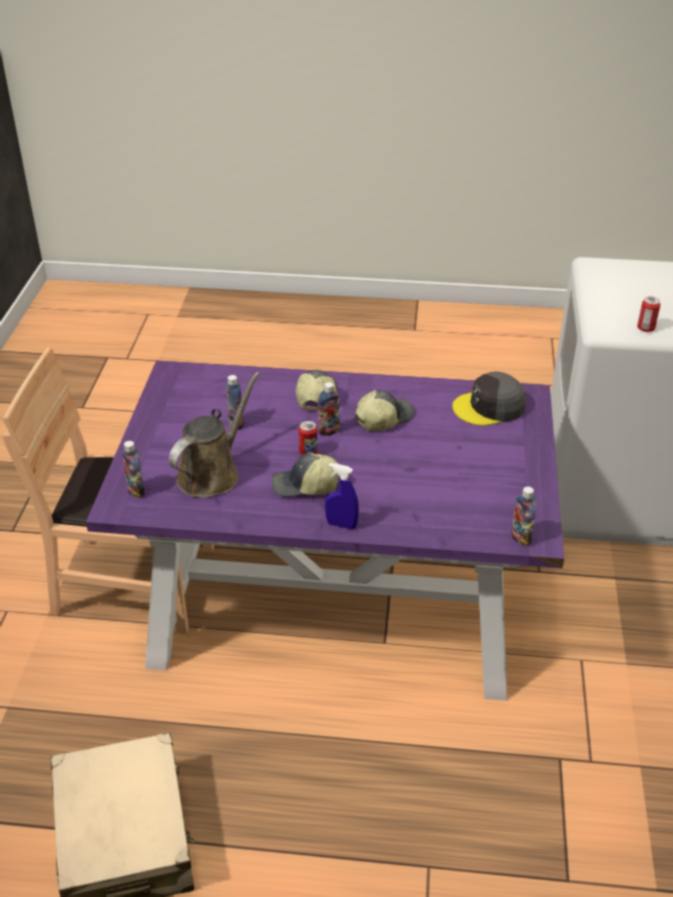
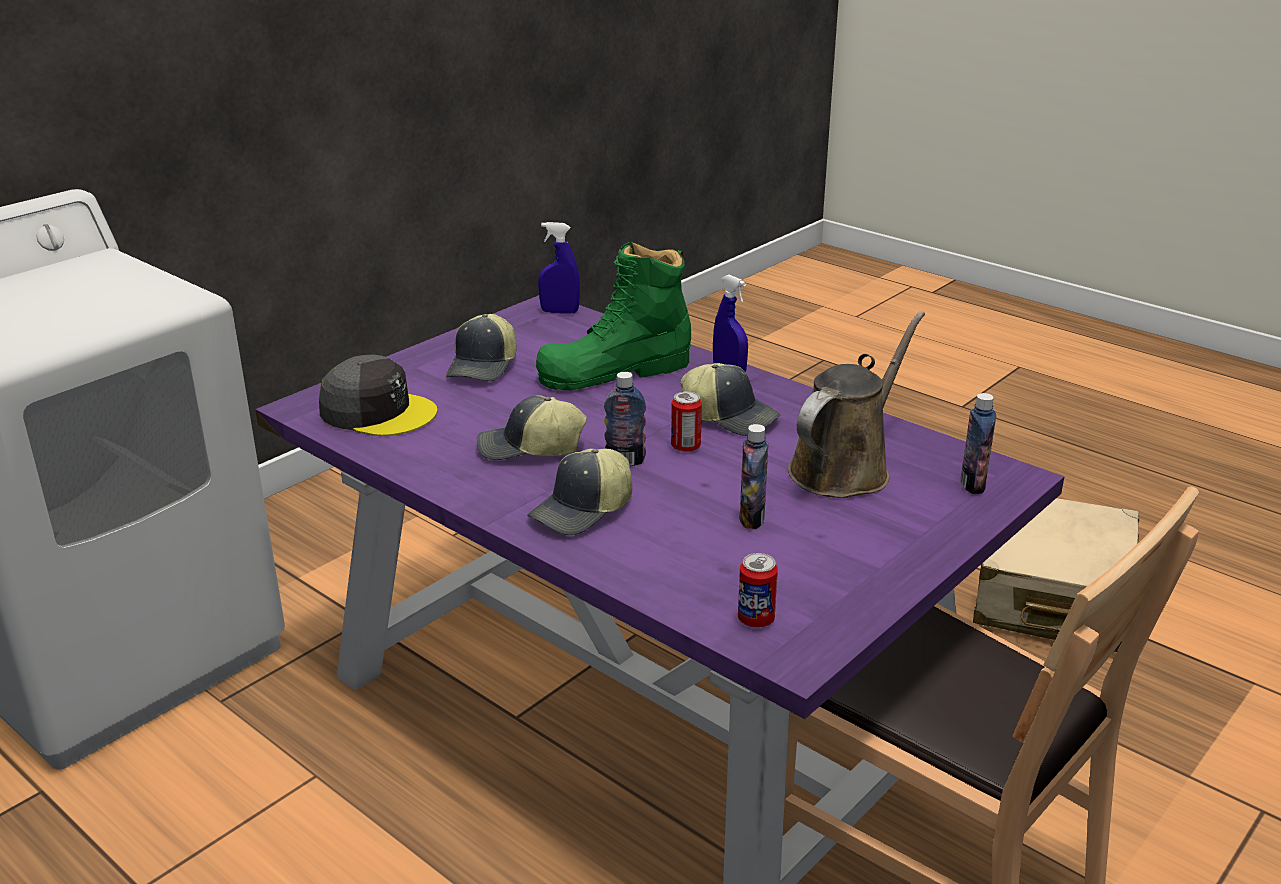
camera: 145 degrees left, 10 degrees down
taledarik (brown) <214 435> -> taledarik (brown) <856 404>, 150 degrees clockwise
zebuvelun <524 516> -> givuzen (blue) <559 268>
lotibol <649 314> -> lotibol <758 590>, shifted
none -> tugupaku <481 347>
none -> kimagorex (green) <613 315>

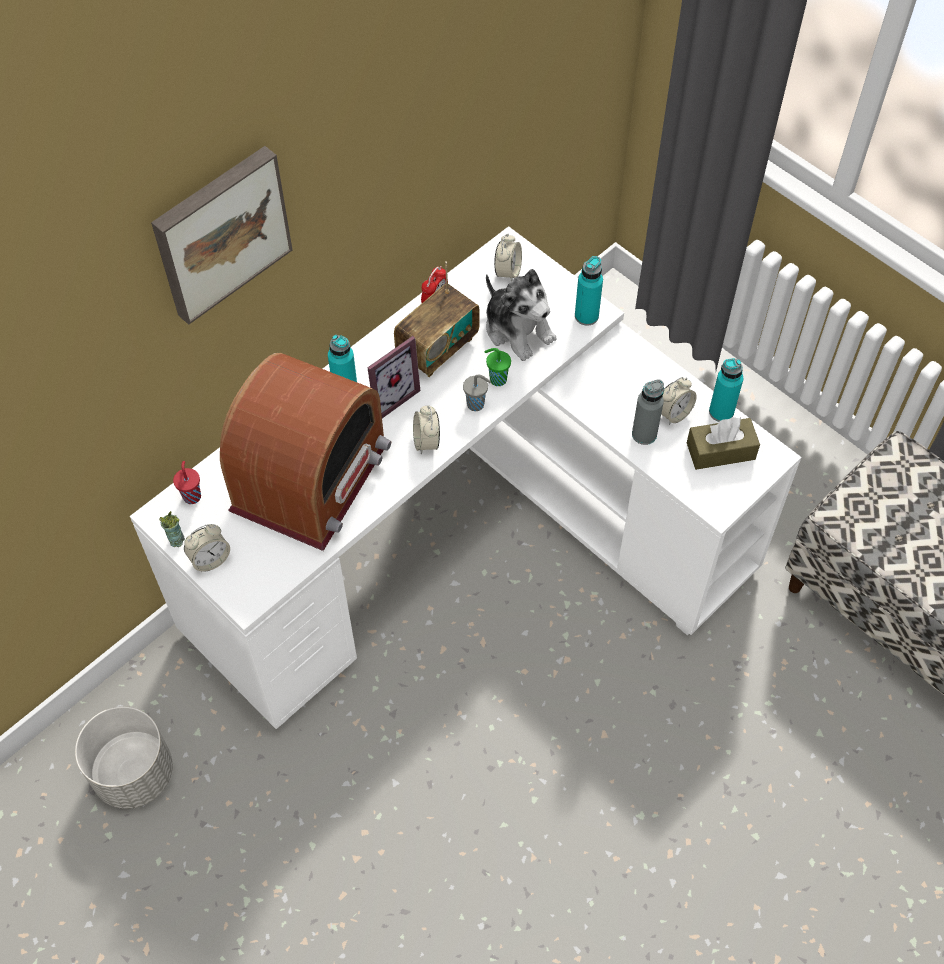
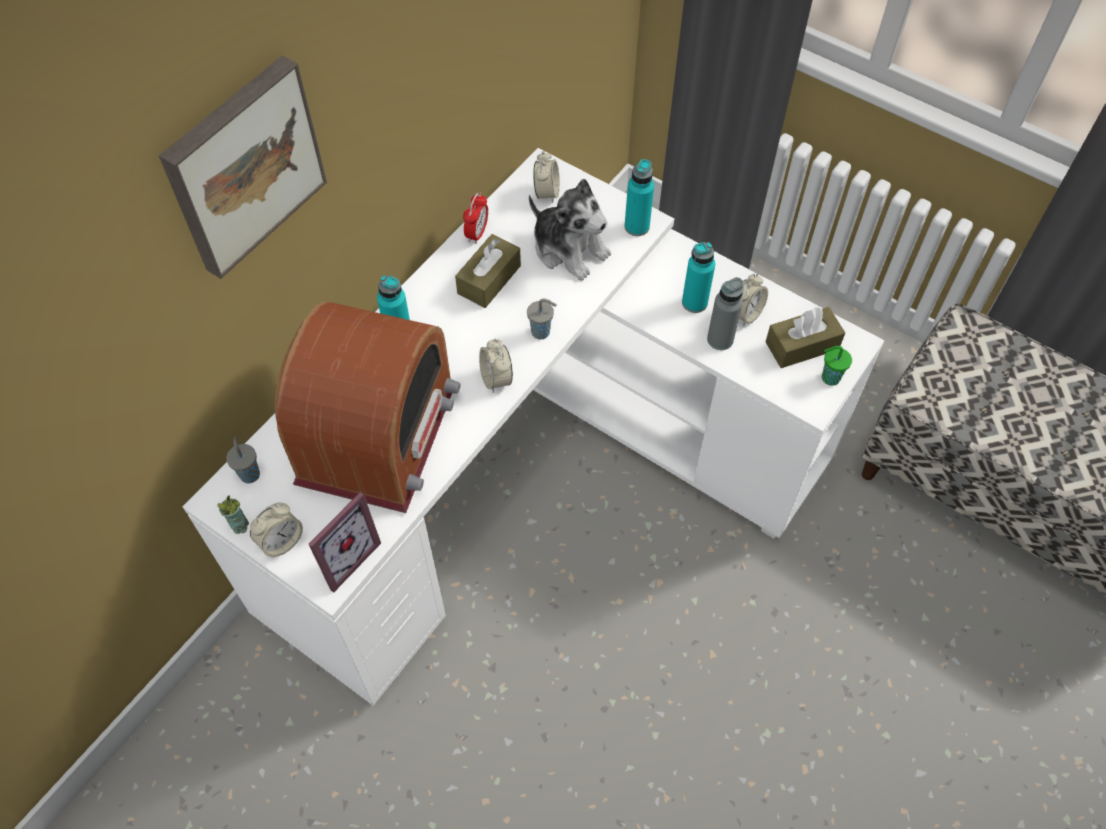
camera: 10 degrees left, 0 degrees up
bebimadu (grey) <124 757> -> none
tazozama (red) <187 482> -> tazozama (grey) <243 460>
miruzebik <394 377> -> miruzebik <345 542>, shifted
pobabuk <436 319> -> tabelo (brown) <488 271>
tazozama (green) <498 367> -> tazozama (green) <837 366>, shifted
zebuvelun (turquoise) <726 390> -> zebuvelun (turquoise) <698 277>, shifted

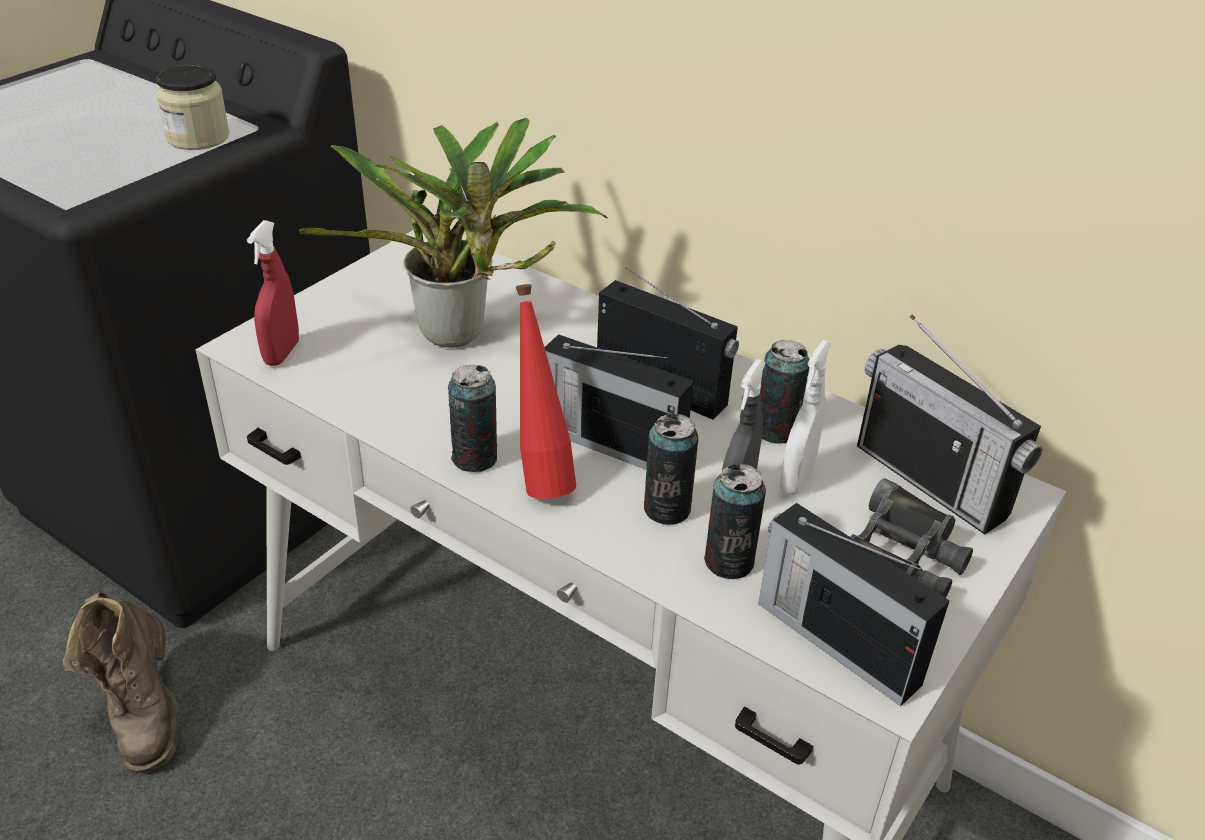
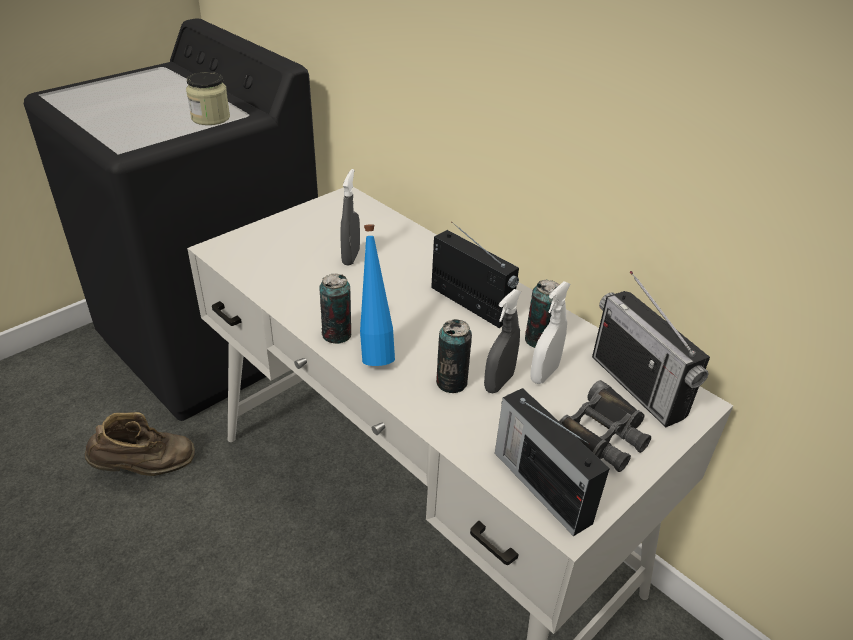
camera: 10 degrees right, 0 degrees up
kimagorex (brown) <121 683> -> kimagorex (brown) <140 444>, 105 degrees counterclockwise
givuzen (red) <273 293> -> none
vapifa <453 233> -> givuzen (grey) <350 217>
zebuvelun (red) <546 391> -> zebuvelun (blue) <377 295>
pobabuk <618 402> -> none
lotibol <735 521> -> none

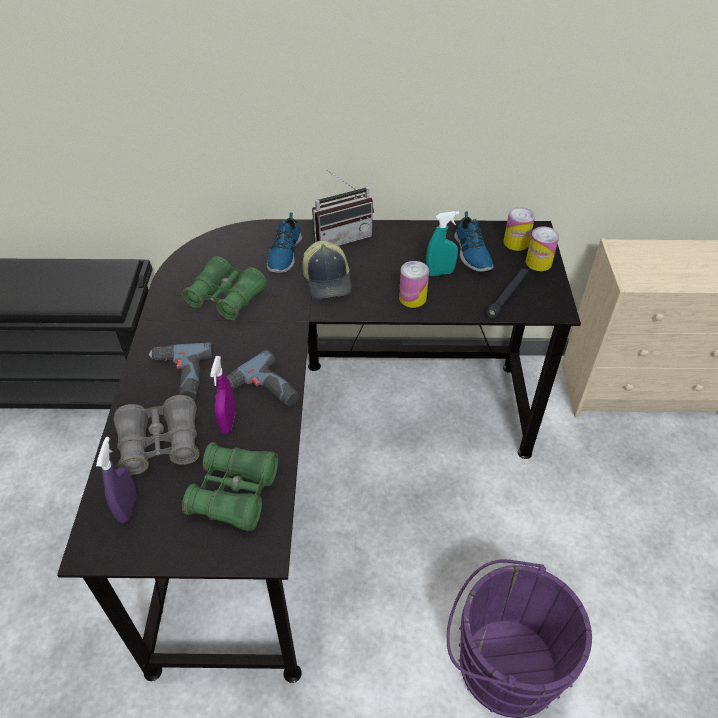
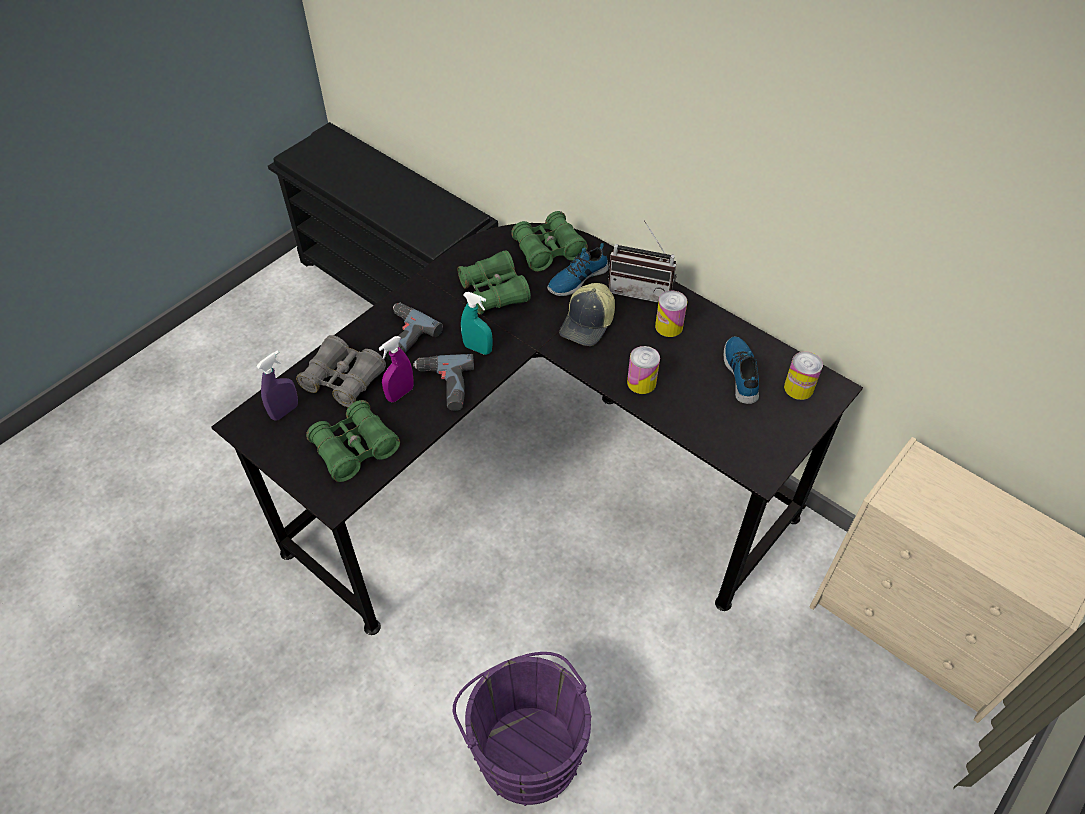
camera: 40 degrees right, 5 degrees up
givuzen (turquoise) <442 243> -> givuzen (turquoise) <477 323>, shifted
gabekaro <474 241> -> gabekaro <741 370>, 150 degrees clockwise
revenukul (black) <507 293> -> none
lotibol <542 248> -> lotibol <671 314>, shifted
none -> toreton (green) <549 241>

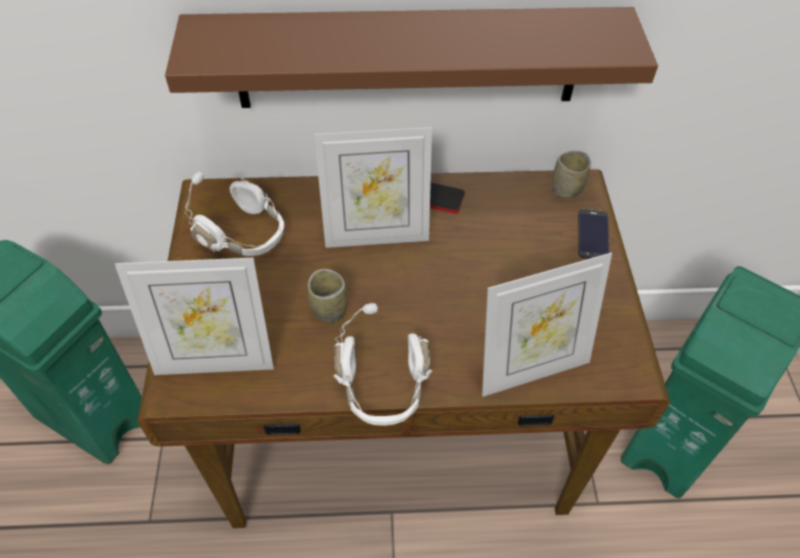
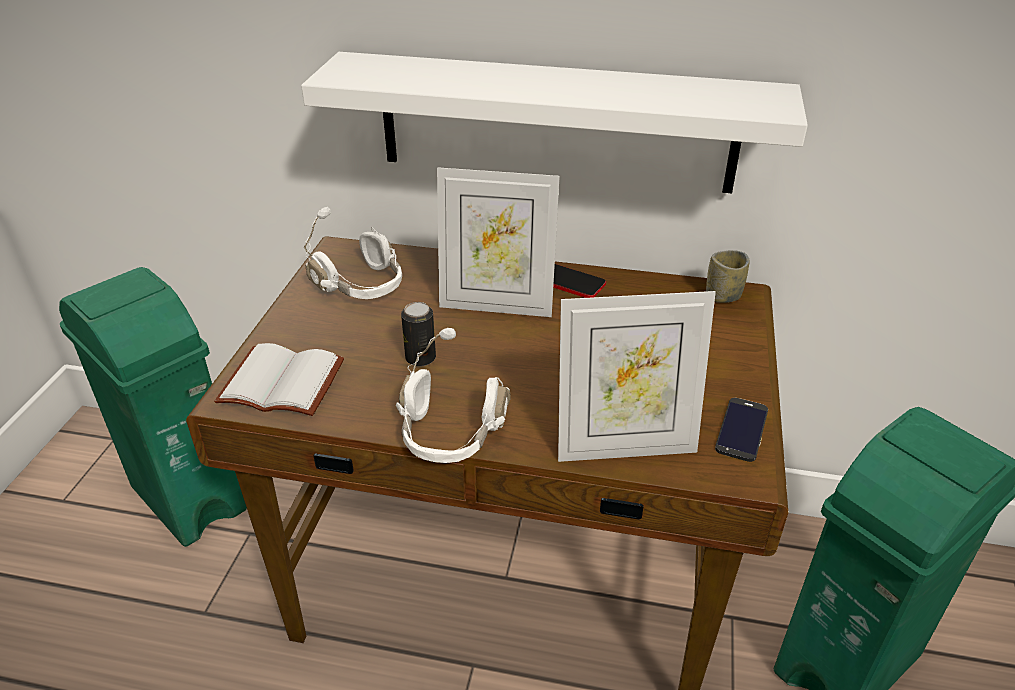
camera: 15 degrees right, 15 degrees down
miruzebik <194 316> -> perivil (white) <279 379>
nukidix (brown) <411 57> -> nukidix (white) <554 122>
tazozama <327 296> -> lotibol <418 334>
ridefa <593 234> -> ridefa <741 430>, shifted

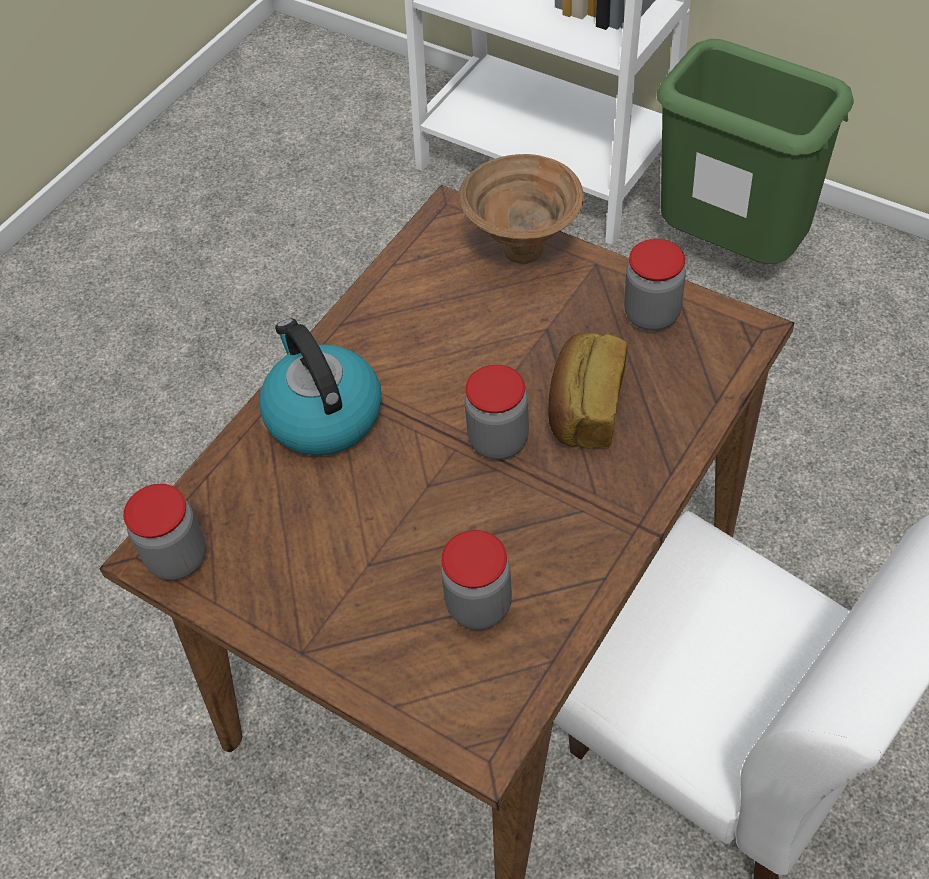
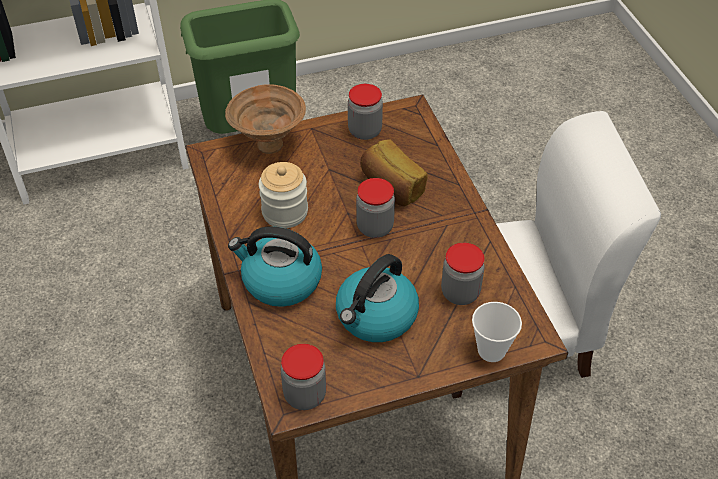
camera: 55 degrees left, 5 degrees down
none -> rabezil <283 195>
none -> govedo <377 298>
none -> tazozama <497 332>

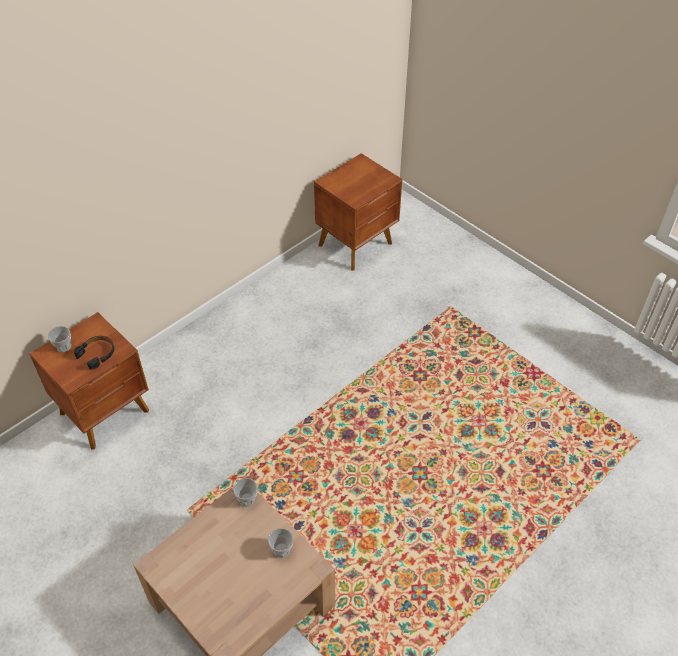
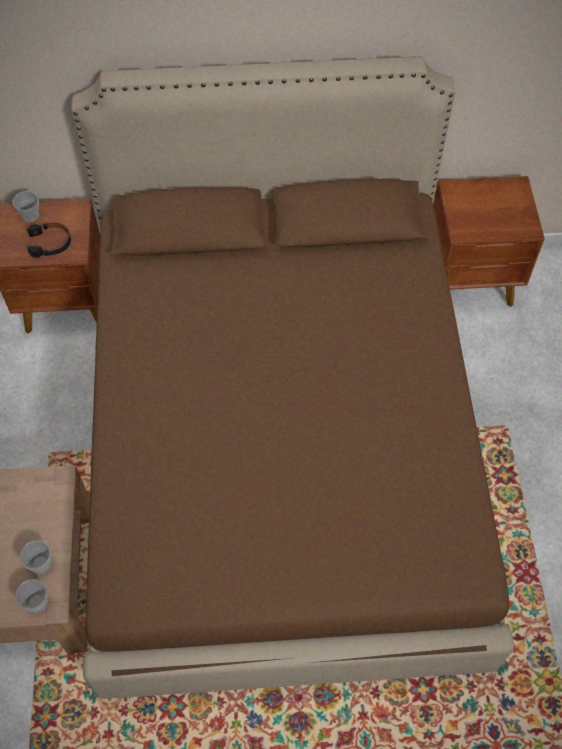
camera: 40 degrees right, 10 degrees up
tazozama <245 492> -> tazozama <31 596>, shifted
none -> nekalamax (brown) <292 377>

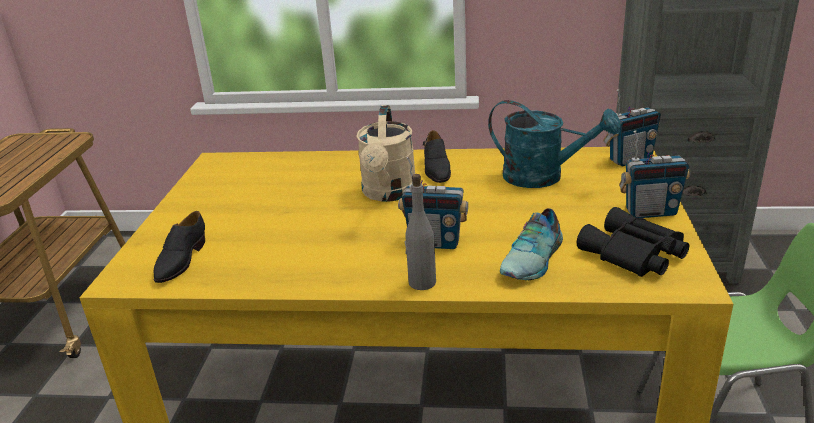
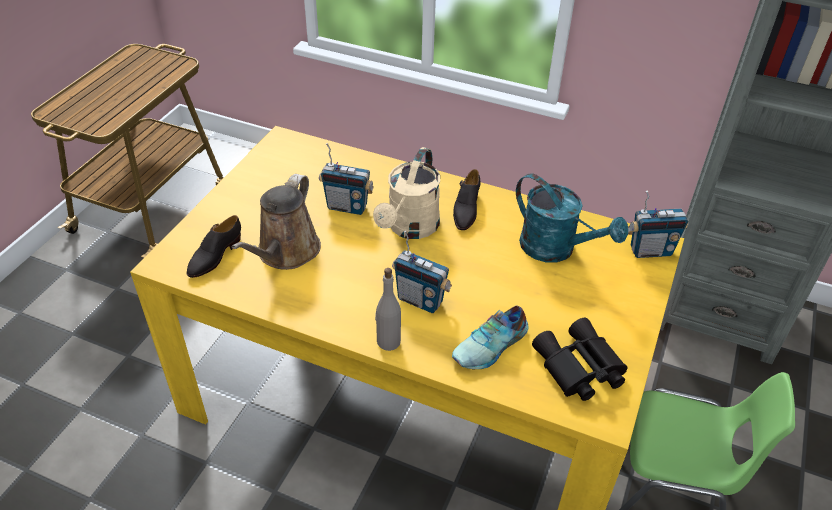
camera: 15 degrees right, 15 degrees up
pobabuk <655 174> -> pobabuk <346 179>, shifted
none -> taledarik (brown) <276 222>

